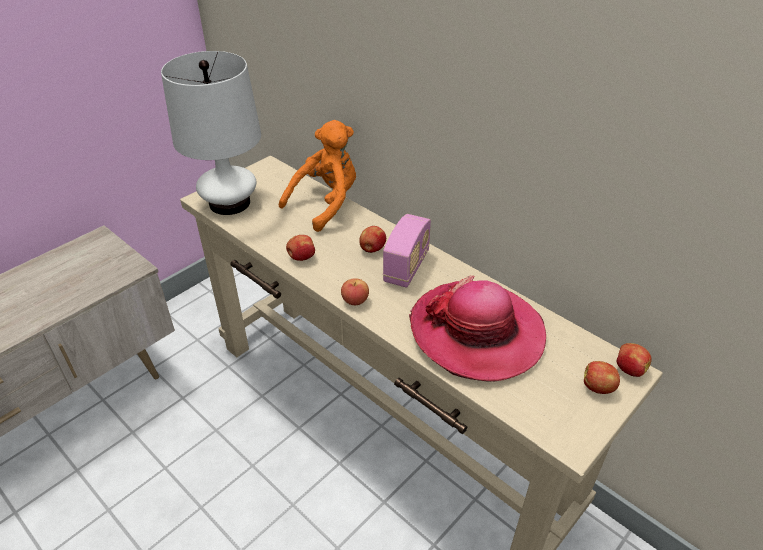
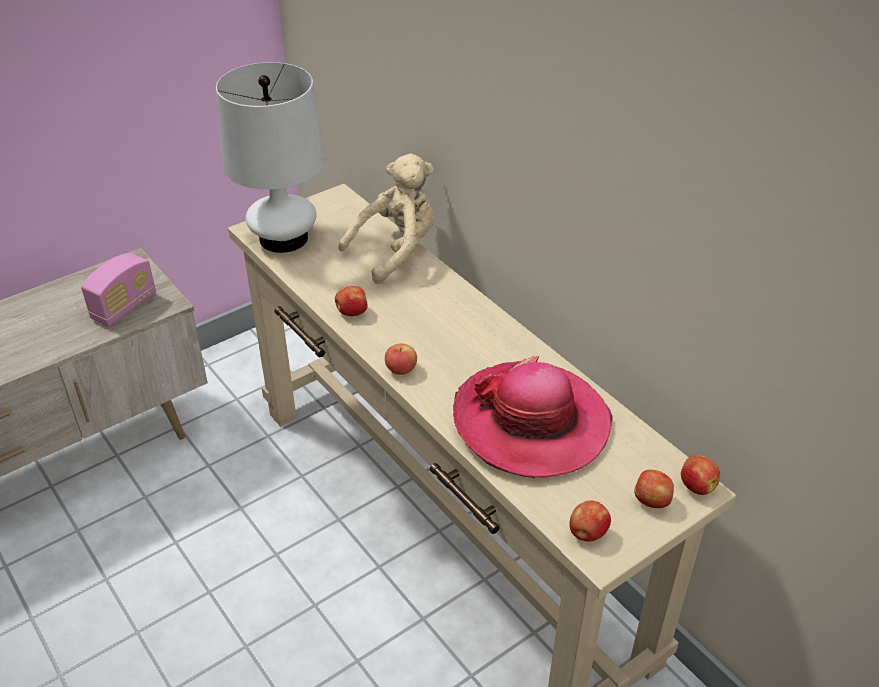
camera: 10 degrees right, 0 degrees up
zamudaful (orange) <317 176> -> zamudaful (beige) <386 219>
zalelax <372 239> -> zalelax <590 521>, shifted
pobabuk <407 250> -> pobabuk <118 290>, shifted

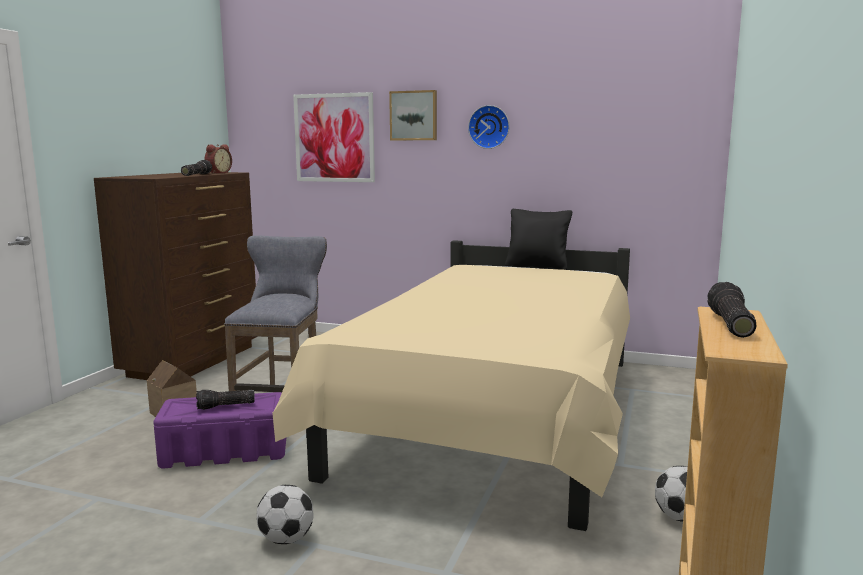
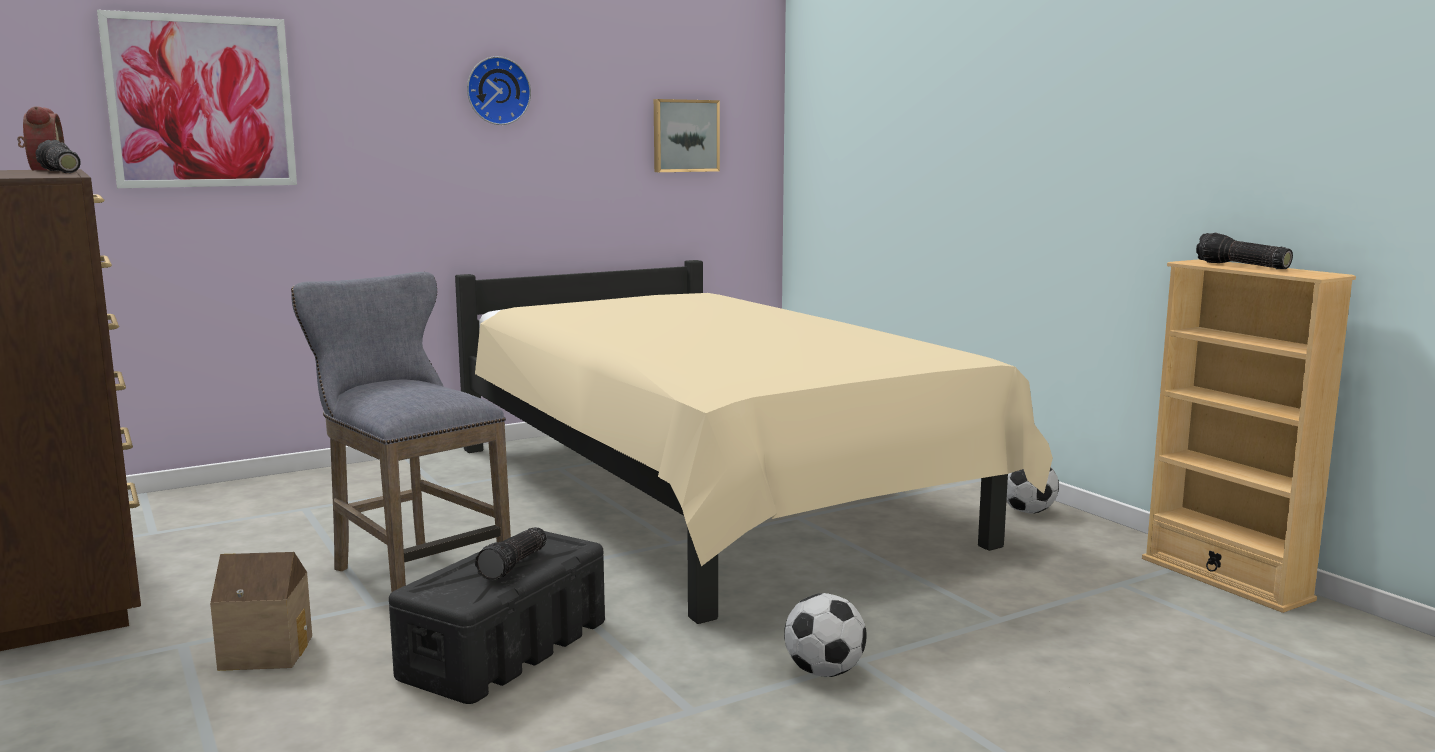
camera: 50 degrees left, 0 degrees up
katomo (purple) <219 430> -> katomo (black) <497 617>
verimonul <413 115> -> verimonul <687 135>, shifted
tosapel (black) <538 239> -> none

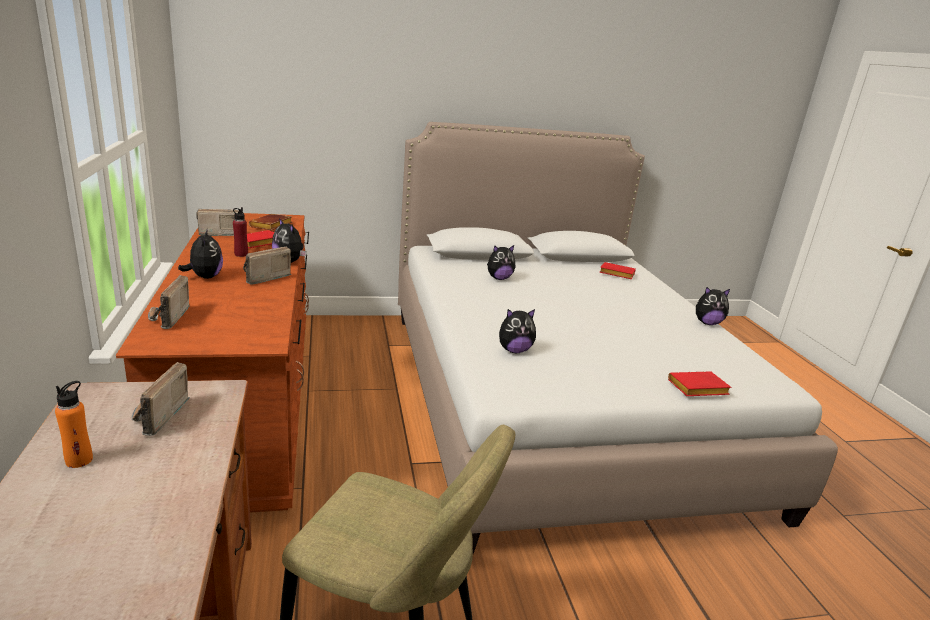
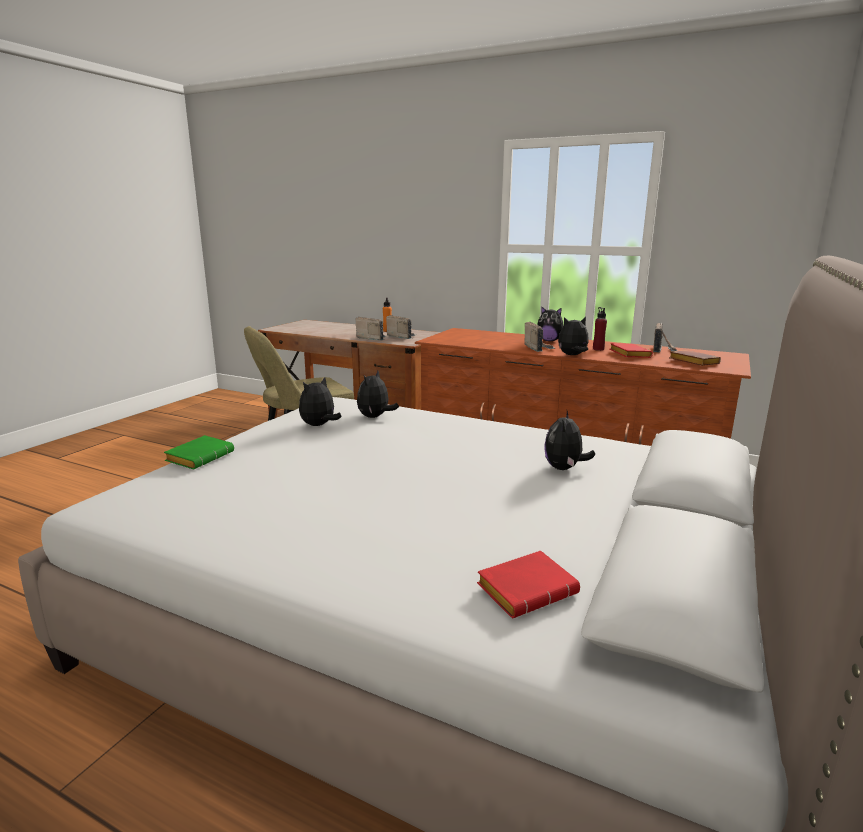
camera: 130 degrees right, 5 degrees down
pobabuk <169 302> -> pobabuk <371 329>, shifted
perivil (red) <699 383> -> perivil (green) <199 452>
zamudaful <713 306> -> zamudaful <320 401>, shifted

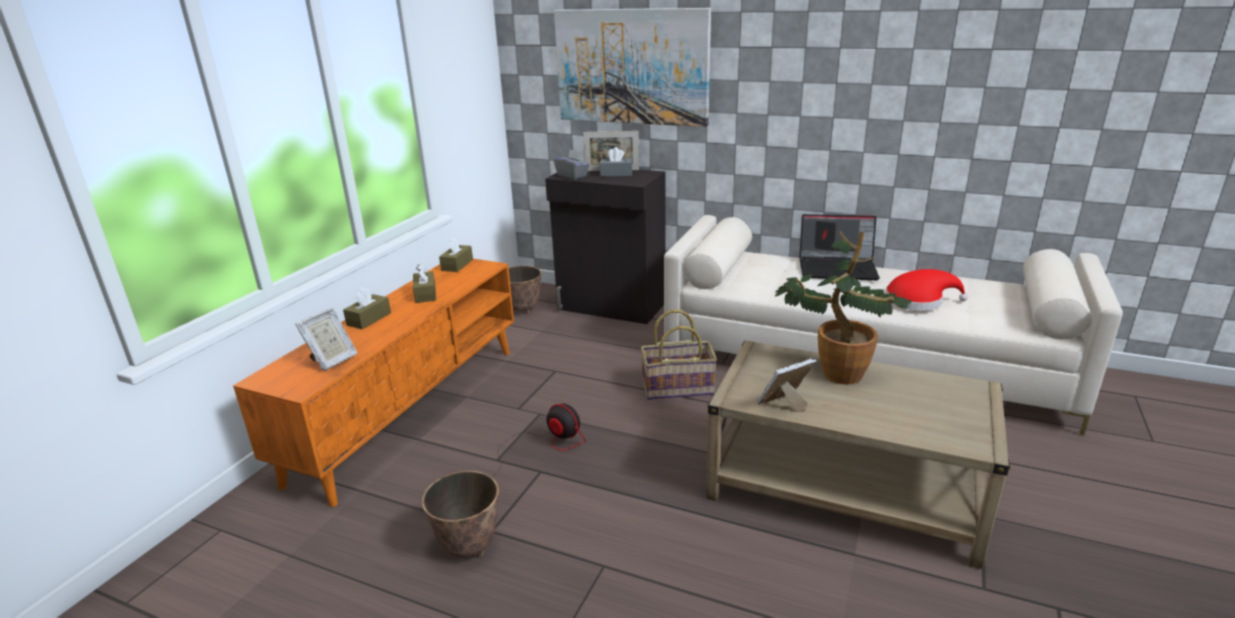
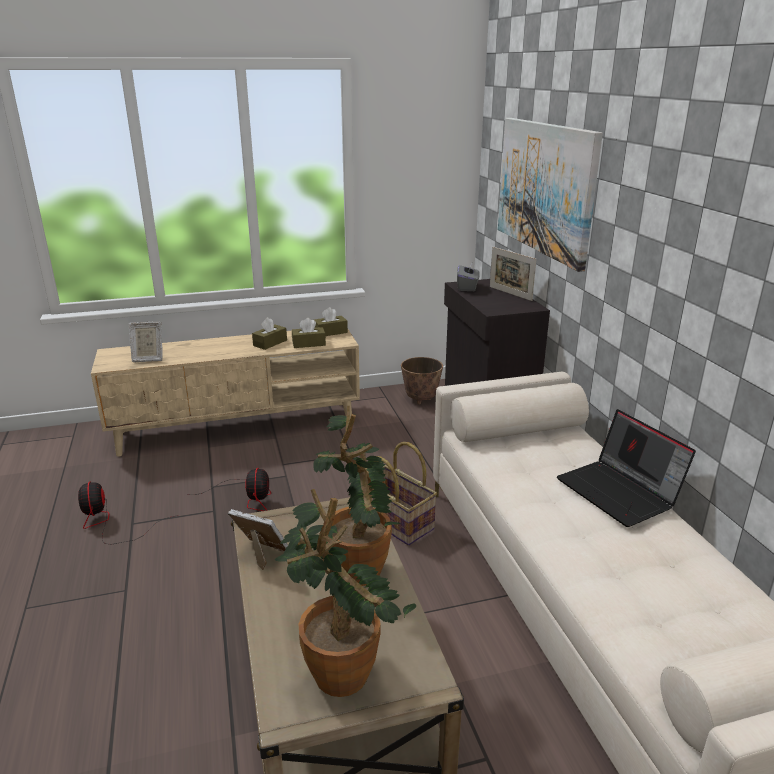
camera: 50 degrees right, 0 degrees up
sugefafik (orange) <373 383> -> sugefafik (beige) <225 393>
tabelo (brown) <367 308> -> tabelo (brown) <309 333>, shifted
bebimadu <460 514> -> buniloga <128 512>
tabelo (grey) <616 162> -> none
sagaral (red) <926 290> -> none
none -> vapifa <345 593>

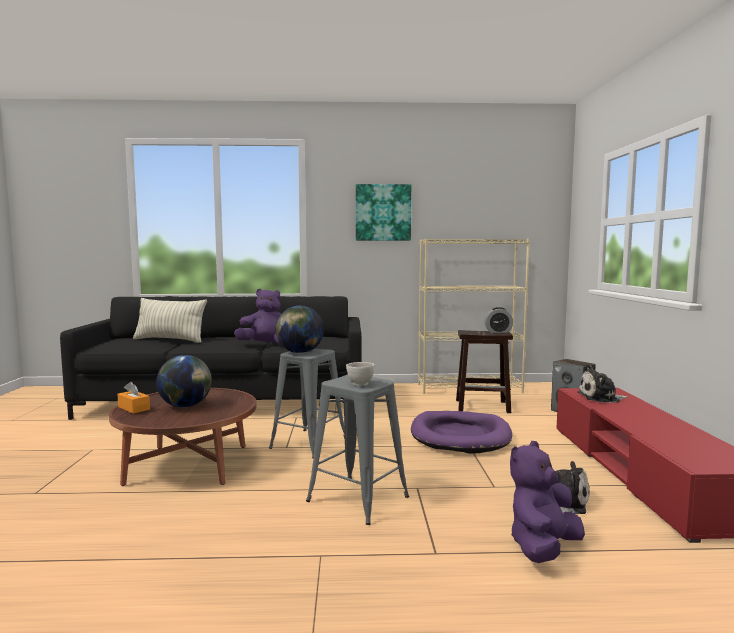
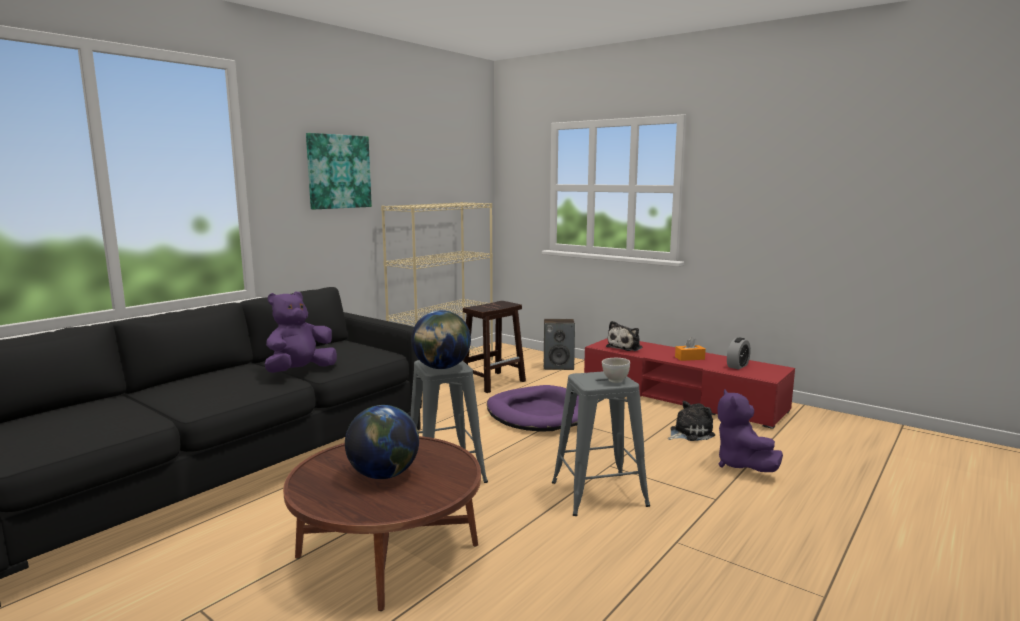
camera: 50 degrees left, 5 degrees up
tabelo (orange) <133 398> -> tabelo (orange) <690 349>, shifted
tosapel <170 320> -> none
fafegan <499 320> -> fafegan <739 353>, shifted

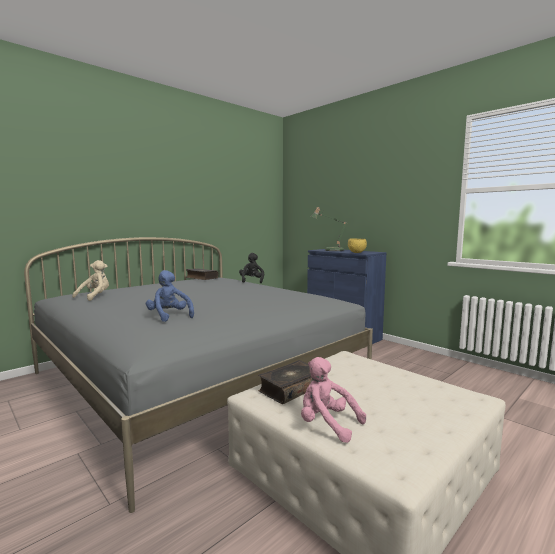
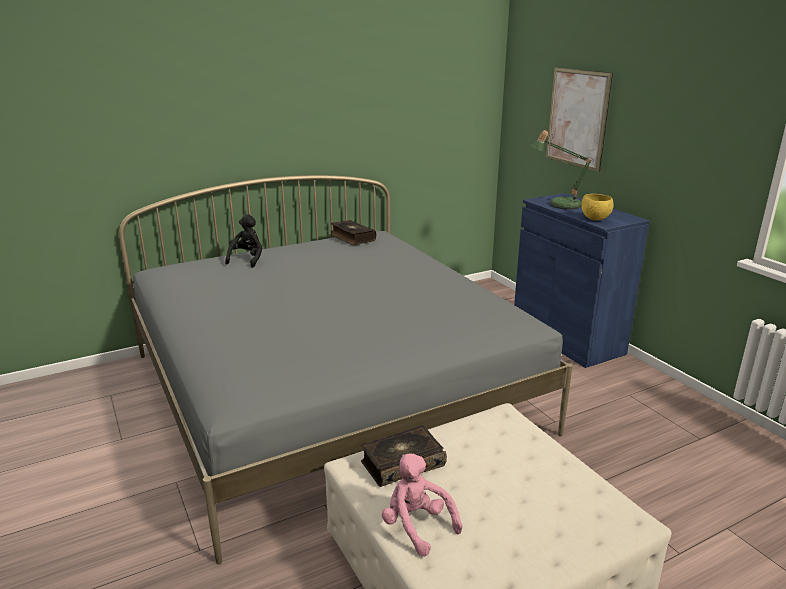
camera: 15 degrees right, 15 degrees up
zamudaful (beige) <90 280> -> none
zamudaful (blue) <170 296> -> none
zamudaful (black) <251 268> -> zamudaful (black) <243 241>, shifted
none -> verimonul <579 119>

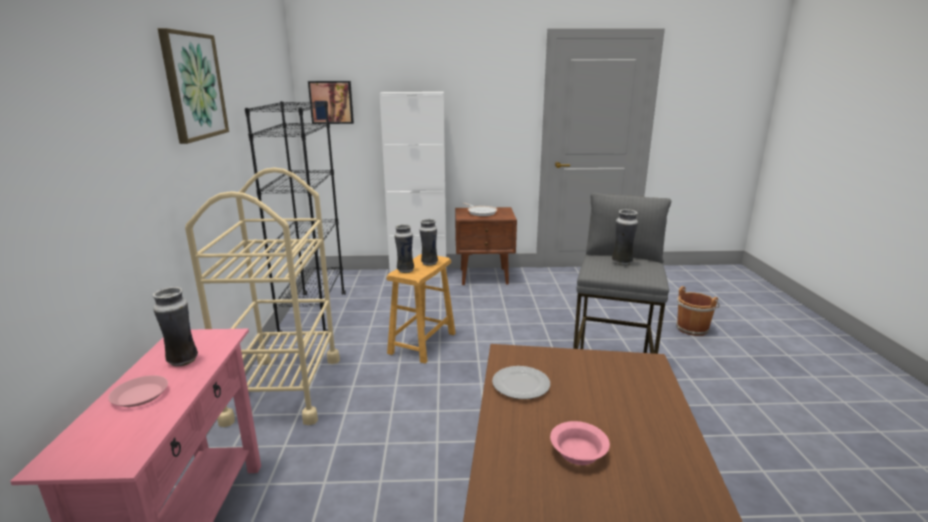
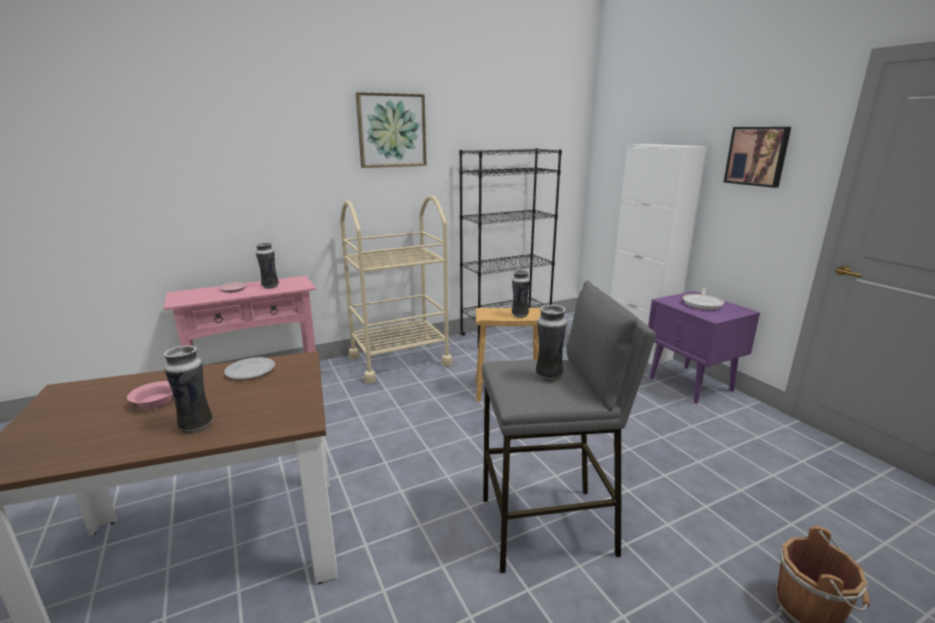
camera: 65 degrees right, 0 degrees up
verimonul <331 102> -> verimonul <757 157>, shifted
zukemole <404 248> -> zukemole <188 389>, shifted
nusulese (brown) <486 246> -> nusulese (purple) <704 347>

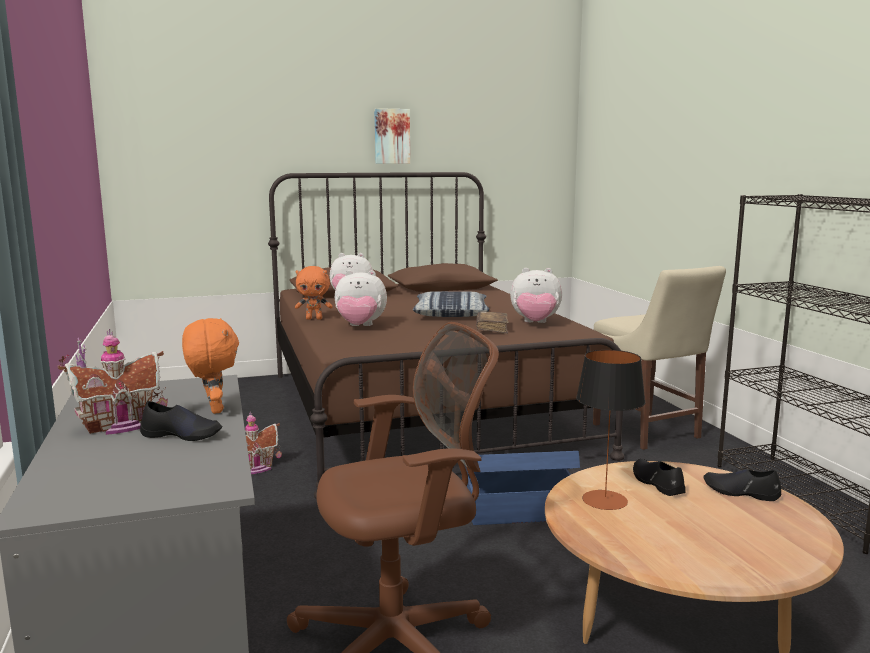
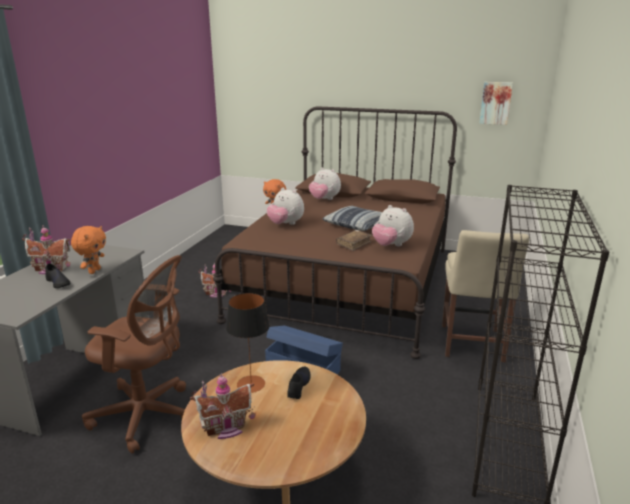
camera: 35 degrees right, 10 degrees up
verimonul <392 136> -> verimonul <496 103>, shifted
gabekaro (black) <742 485> -> none
none -> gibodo <223 406>

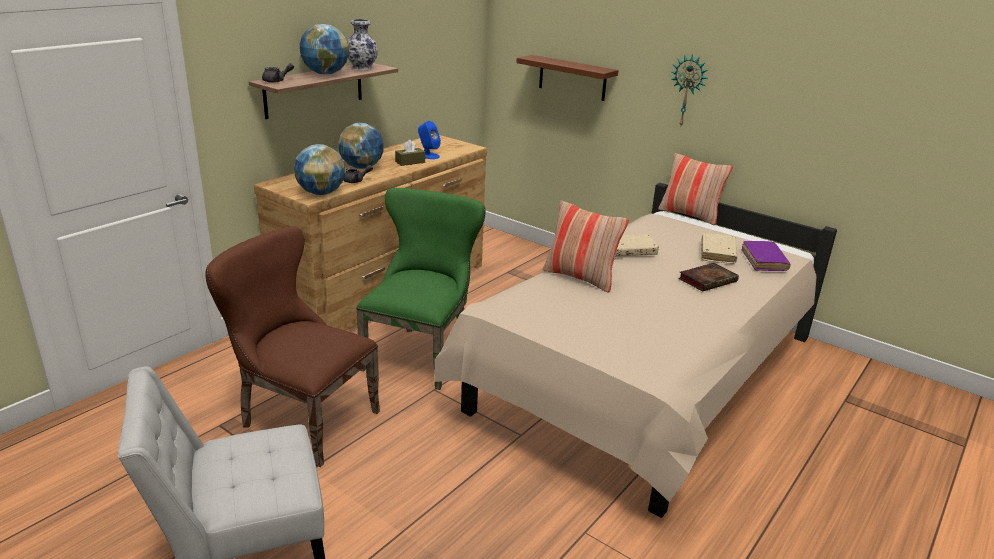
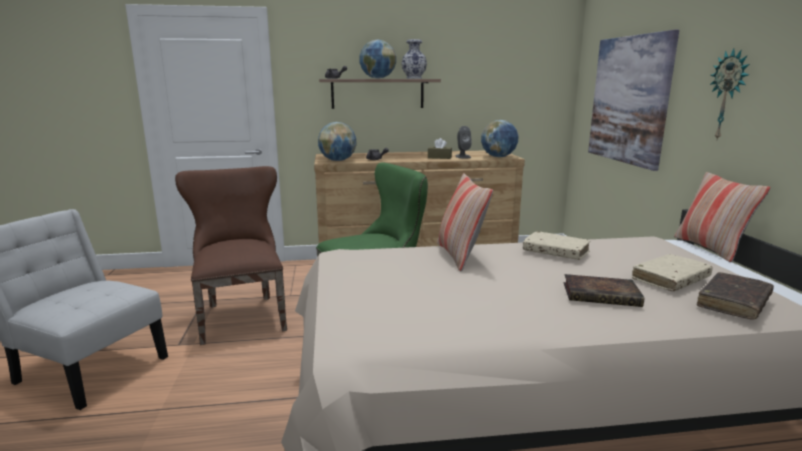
camera: 45 degrees right, 10 degrees down
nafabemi <361 146> -> nafabemi <500 138>, shifted
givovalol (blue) <429 140> -> givovalol (grey) <464 142>
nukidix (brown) <567 78> -> verimonul <633 100>
perivil (purple) <766 256> -> perivil (brown) <735 296>

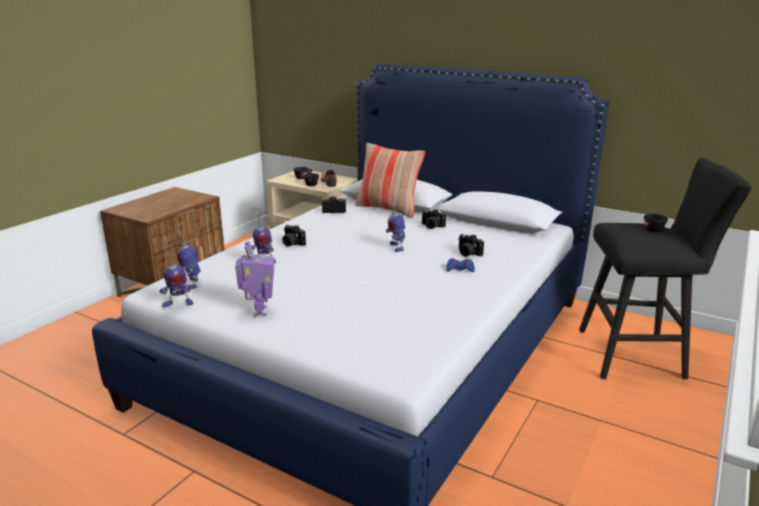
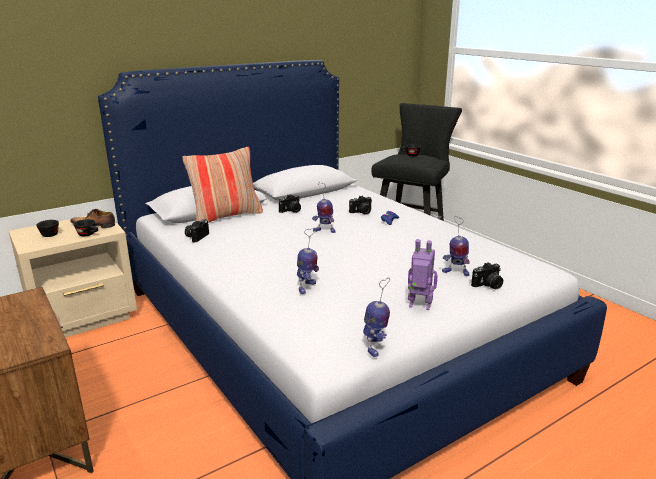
camera: 65 degrees left, 0 degrees up
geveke <188 256> -> geveke <456 246>, shifted
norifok <294 235> -> norifok <487 275>, shifted

